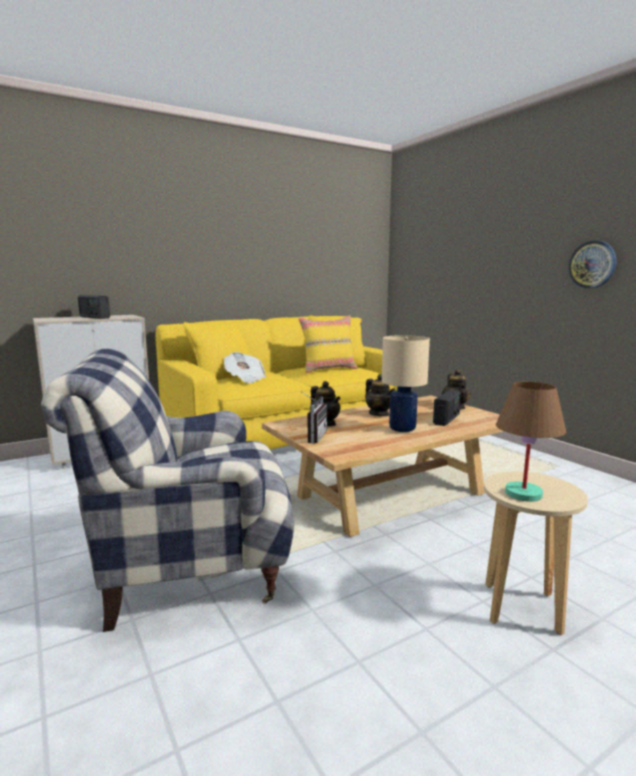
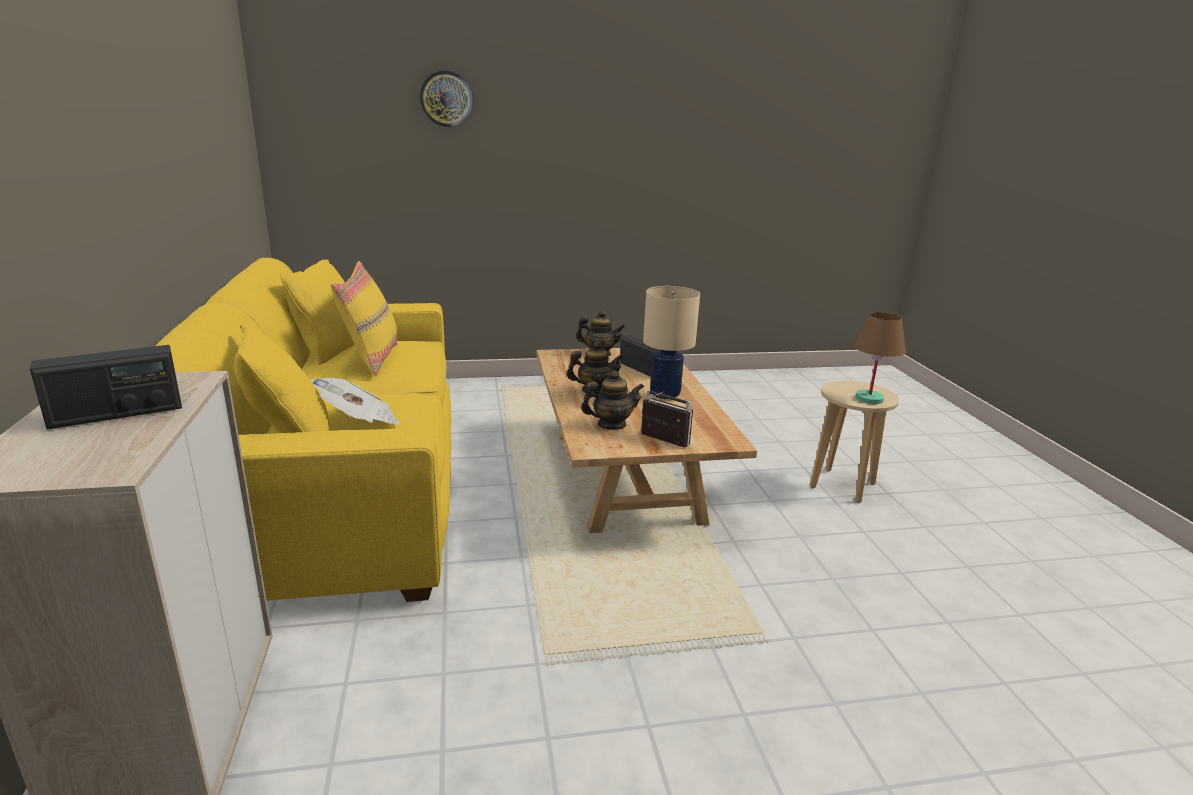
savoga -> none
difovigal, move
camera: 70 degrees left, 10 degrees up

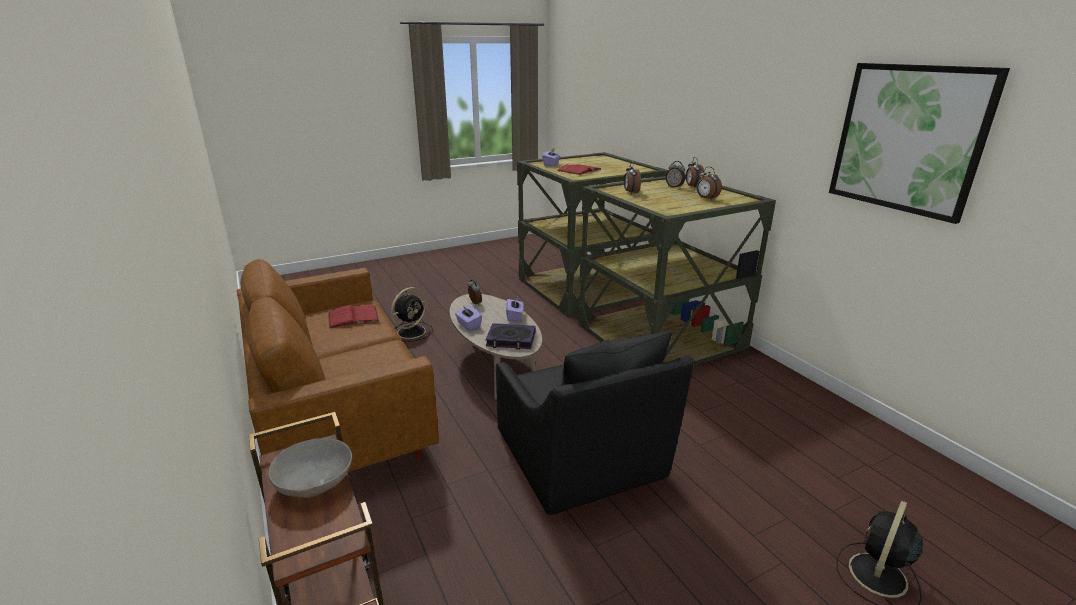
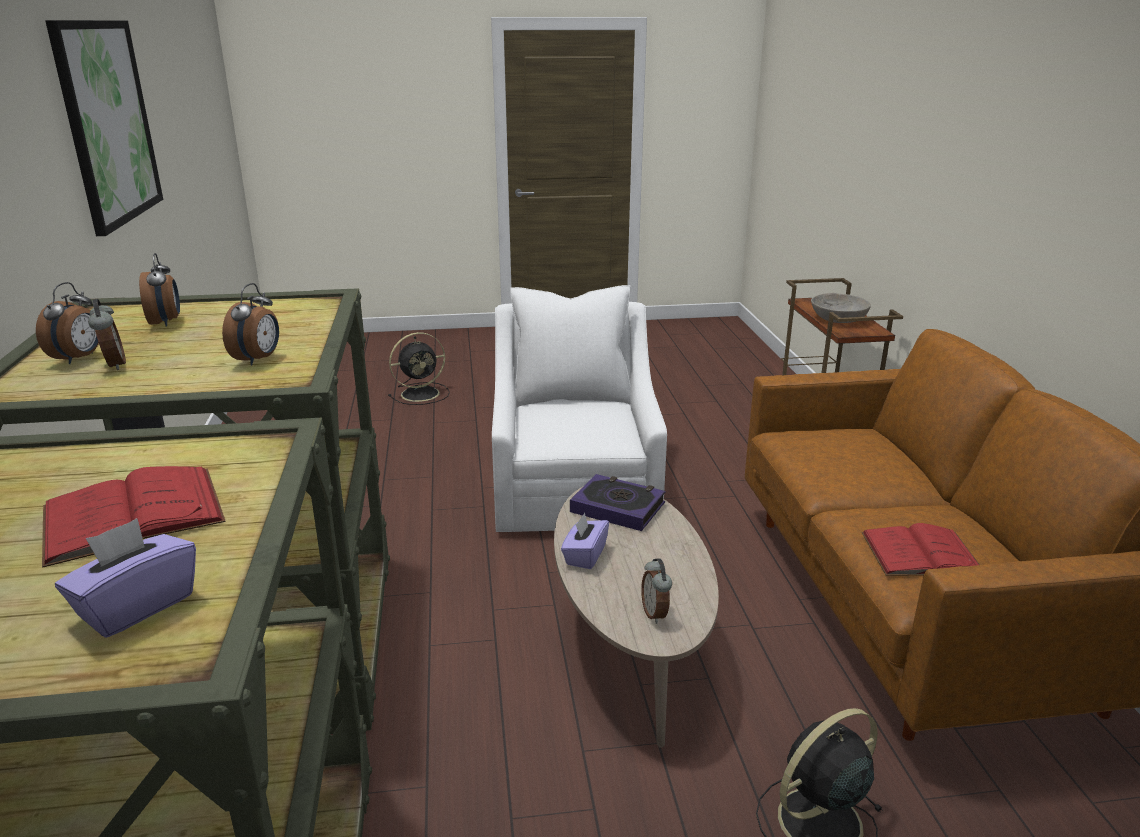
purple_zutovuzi (1st from left) -> none
black_savoga -> white_savoga
camera: 160 degrees left, 0 degrees up

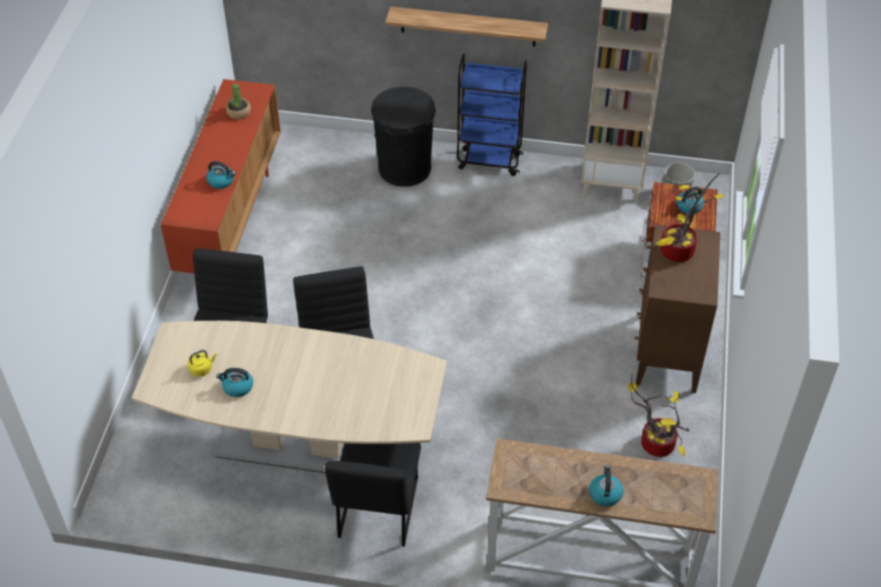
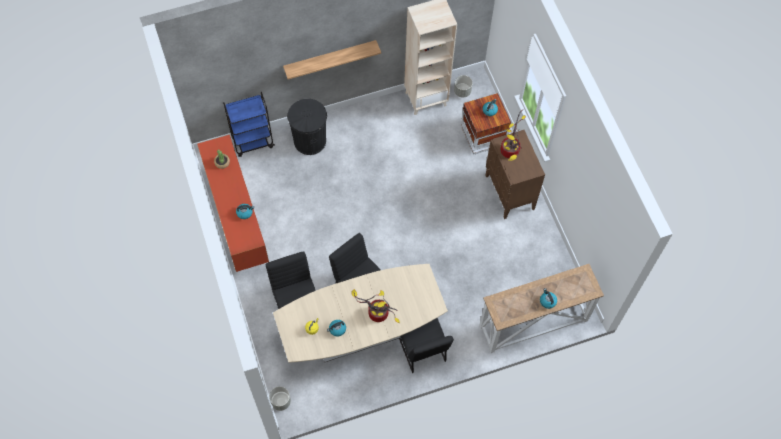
none -> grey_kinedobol (1st from left)
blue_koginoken, move
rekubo (2nd from left), move
camera: 30 degrees left, 15 degrees up

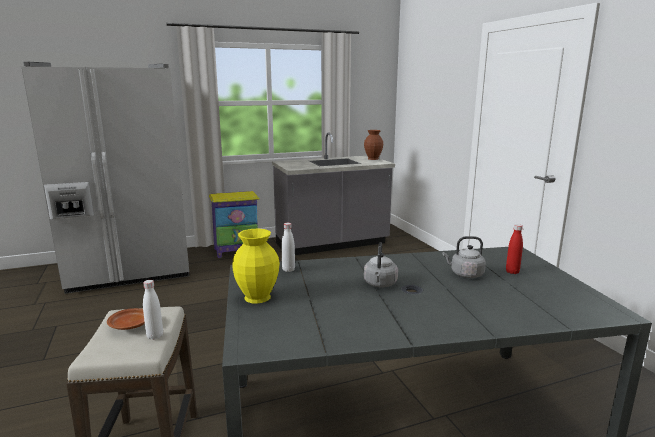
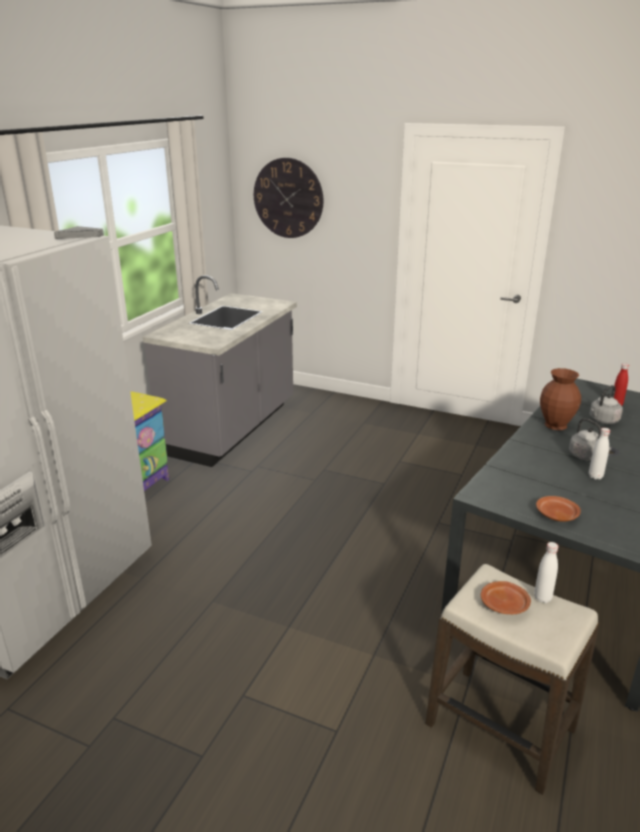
none -> difovigal
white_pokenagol (2nd from left), move
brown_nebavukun, move
yellow_nebavukun -> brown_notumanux (2nd from left)
camera: 45 degrees left, 10 degrees up

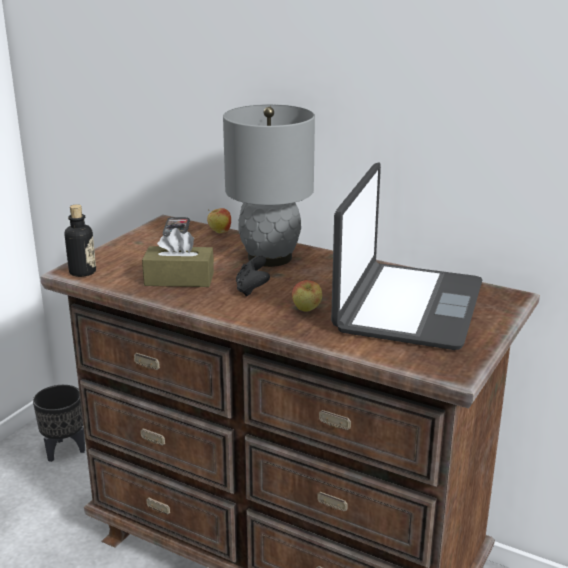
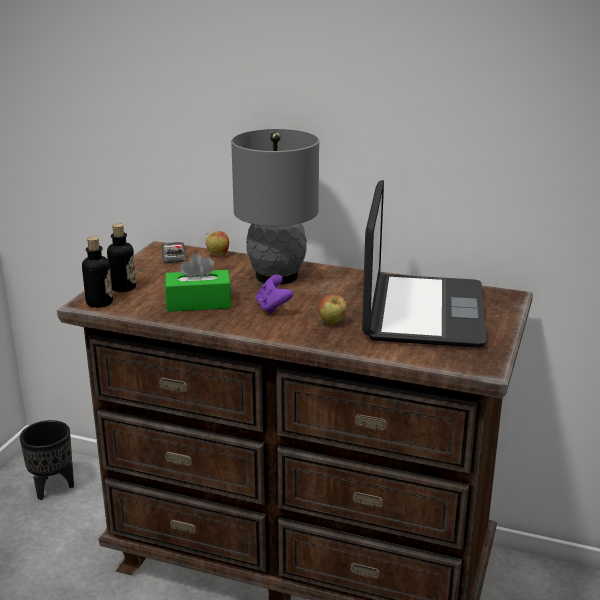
none -> pokenagol (2nd from left)
brown_zutovuzi -> green_zutovuzi
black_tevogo -> purple_tevogo
camera: 10 degrees left, 0 degrees up

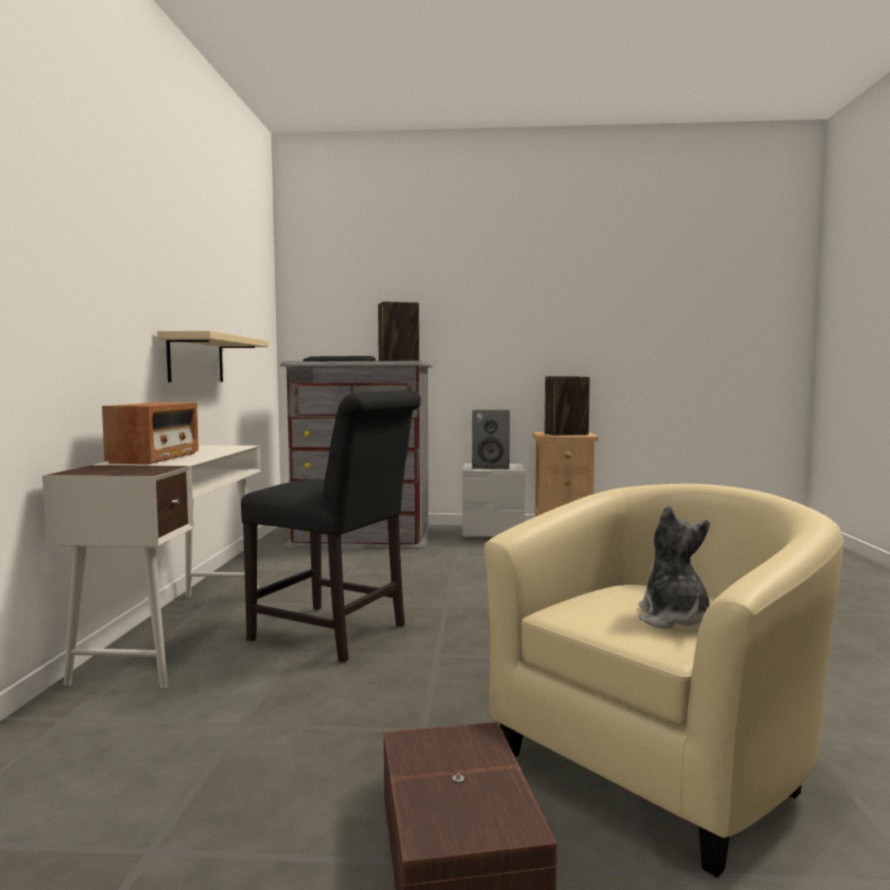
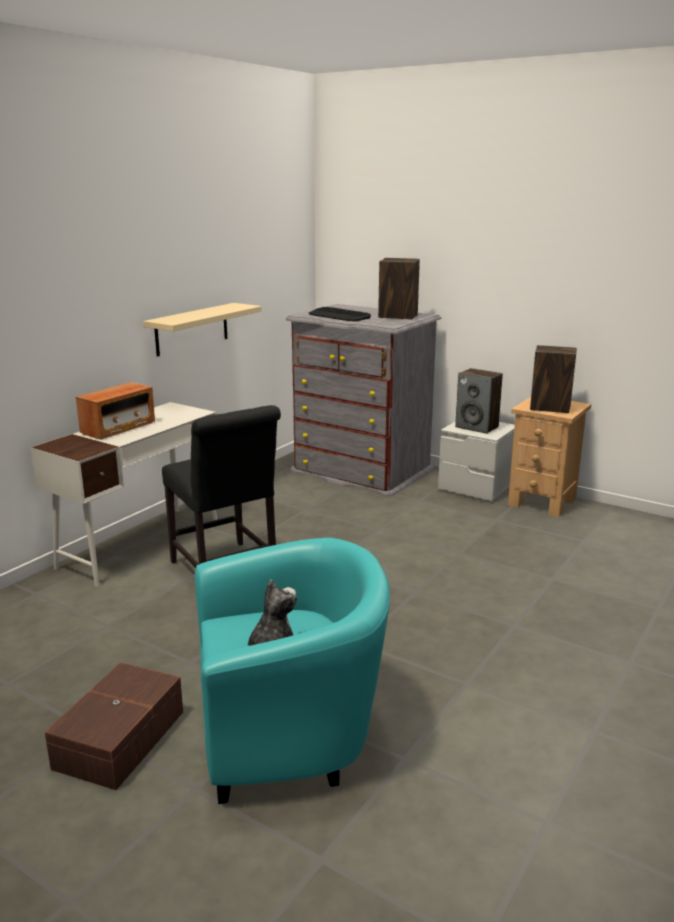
beige_savoga -> turquoise_savoga
camera: 30 degrees right, 15 degrees up

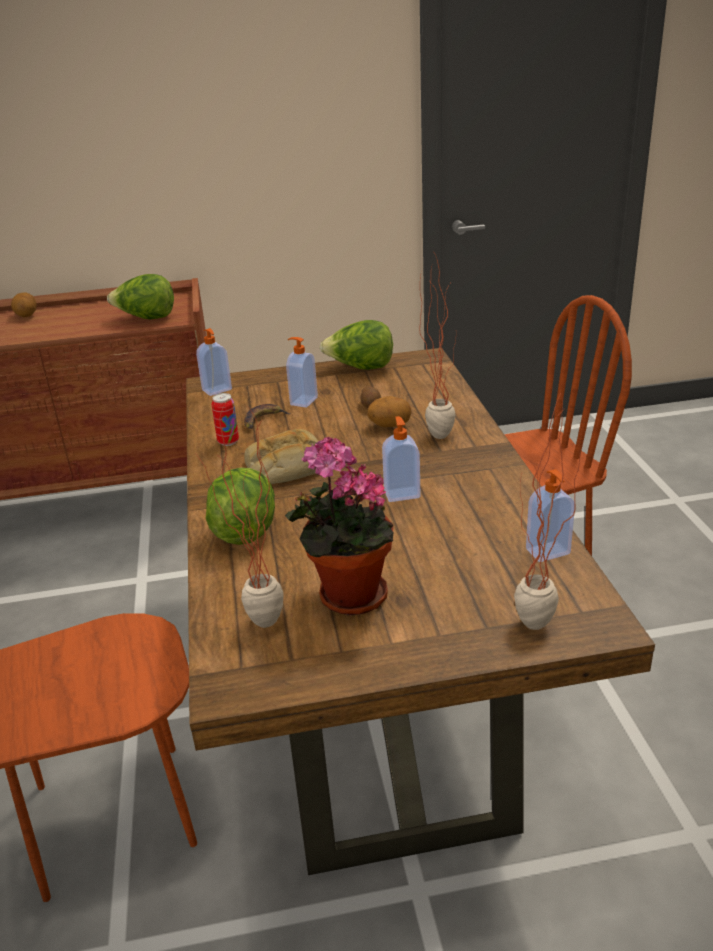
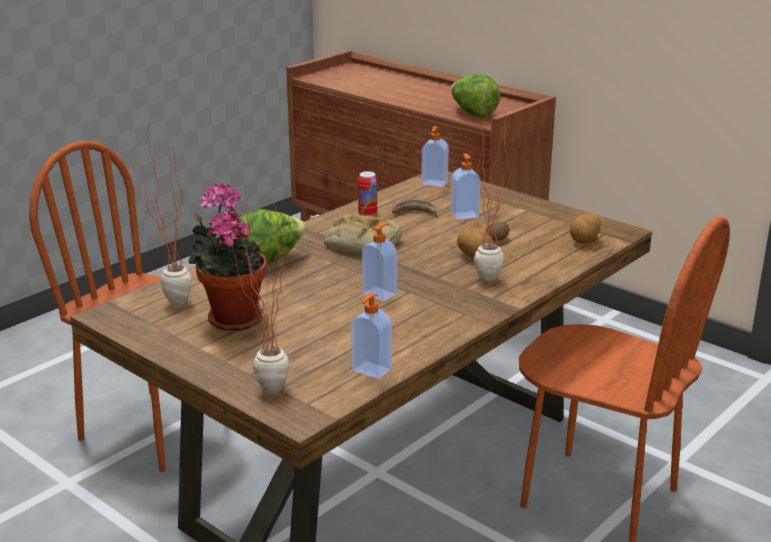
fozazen (3rd from left) -> none
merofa (1st from left in the first image) -> merofa (3rd from left), move
camera: 50 degrees right, 5 degrees down

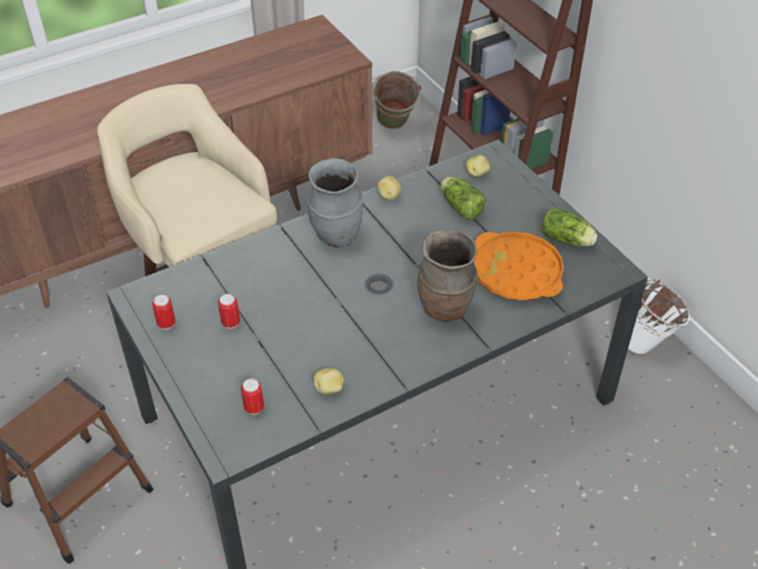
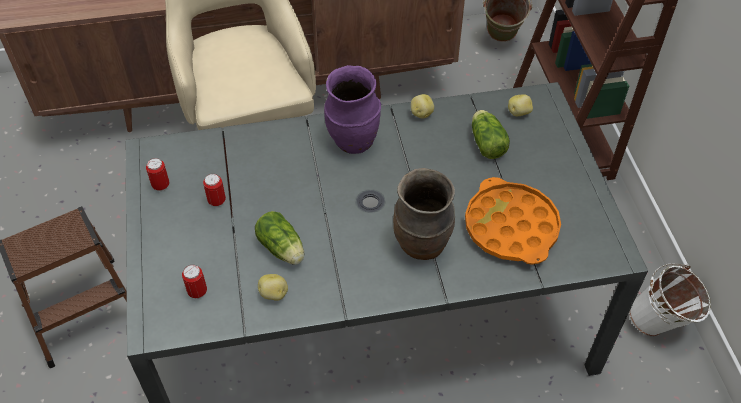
fozazen (2nd from left in the first image) -> fozazen (1st from left), move
grey_nebavukun -> purple_nebavukun
camera: 20 degrees right, 5 degrees up

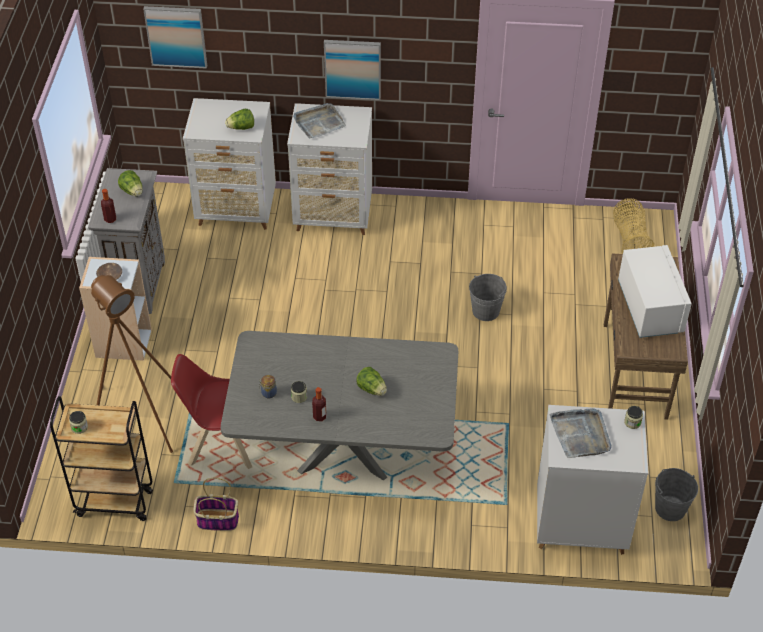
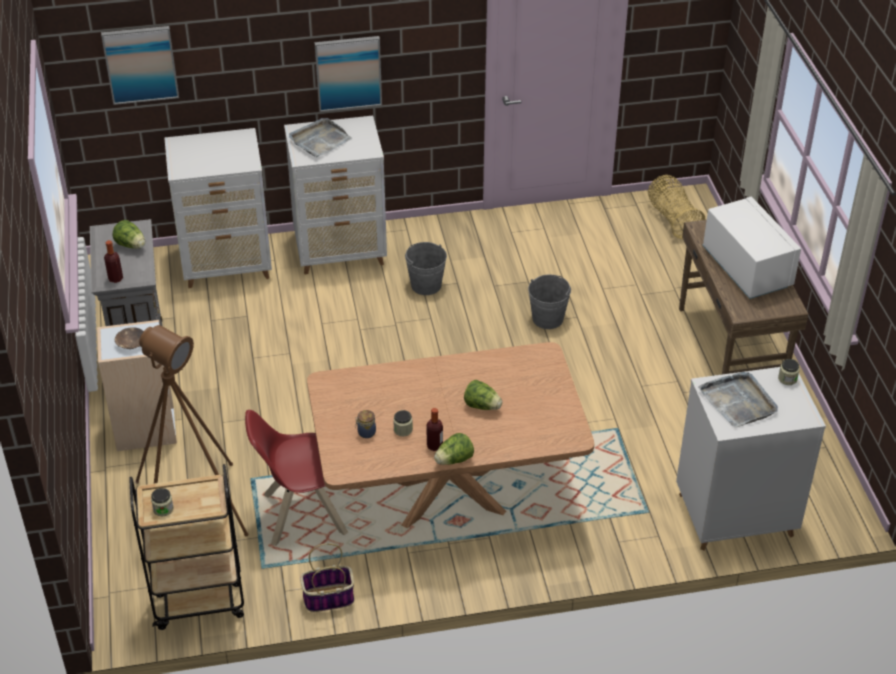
fozazen (2nd from left), move
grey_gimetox (2nd from left in the first image) -> grey_gimetox (1st from left), move
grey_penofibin -> brown_penofibin
camera: 15 degrees left, 5 degrees down

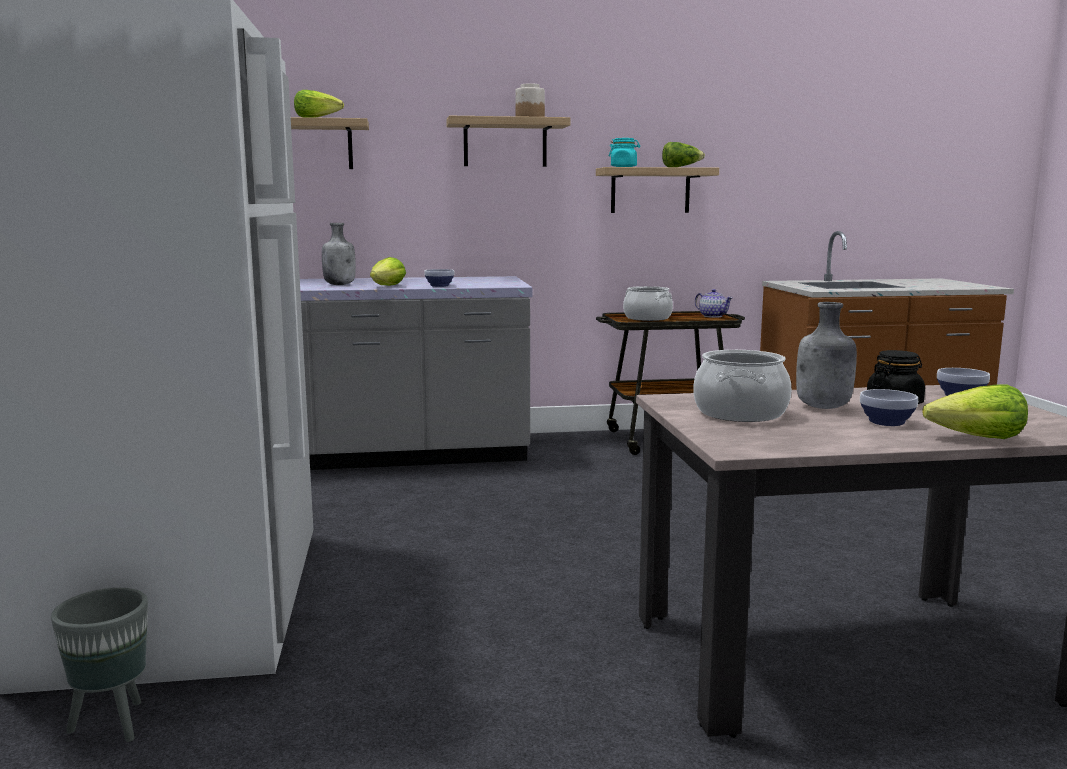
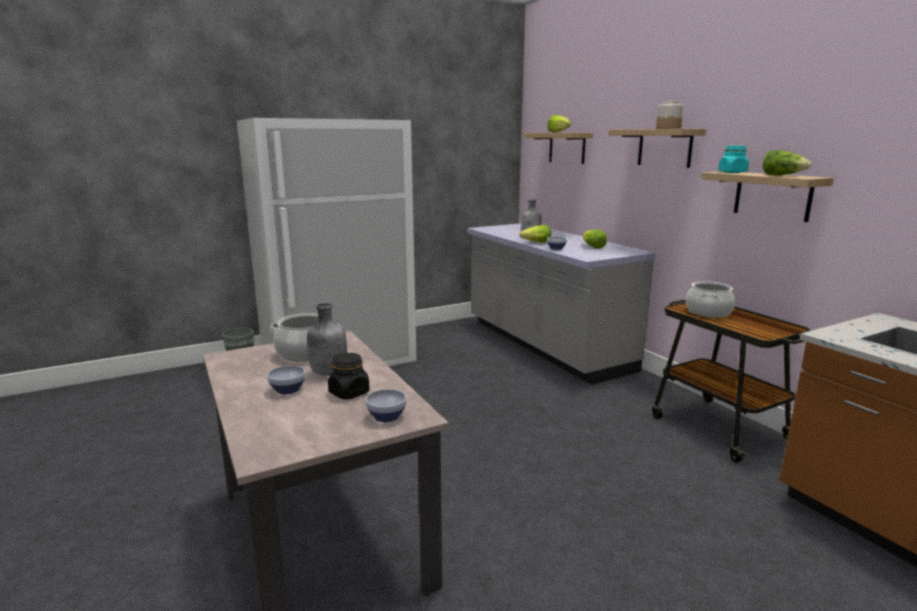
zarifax -> none
fozazen (4th from left in the first image) -> fozazen (3rd from left), move
camera: 70 degrees right, 5 degrees up

